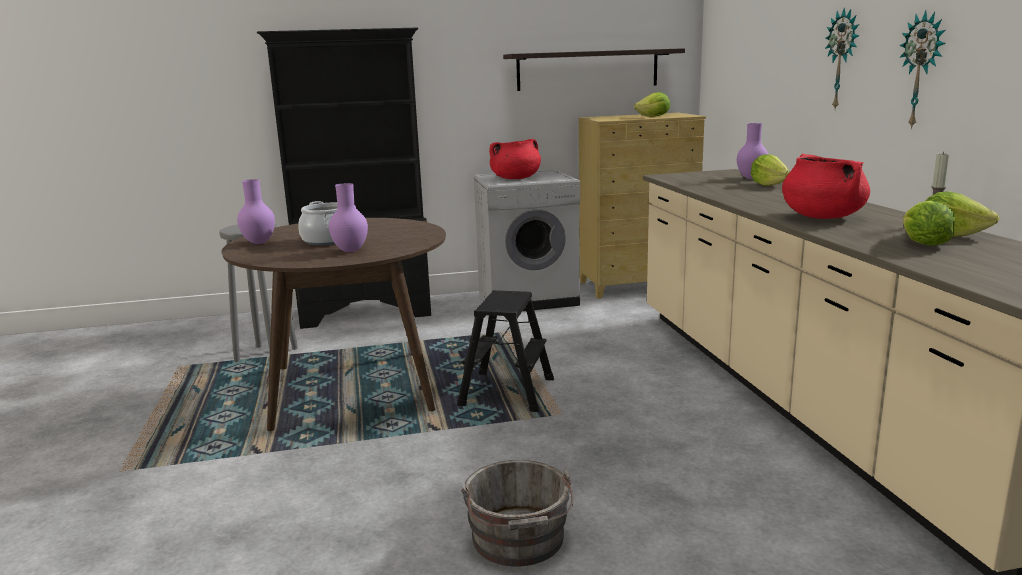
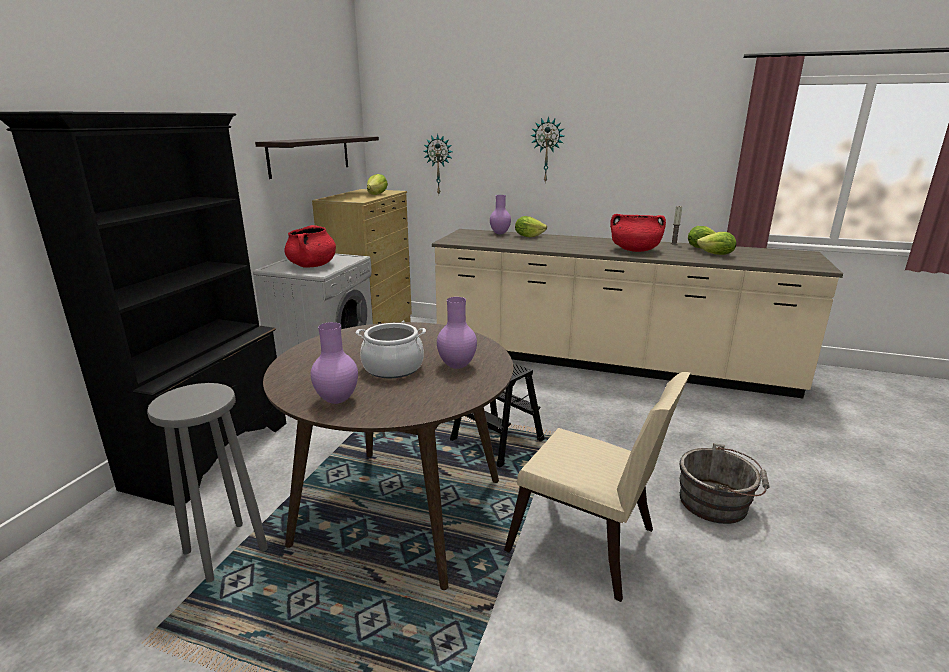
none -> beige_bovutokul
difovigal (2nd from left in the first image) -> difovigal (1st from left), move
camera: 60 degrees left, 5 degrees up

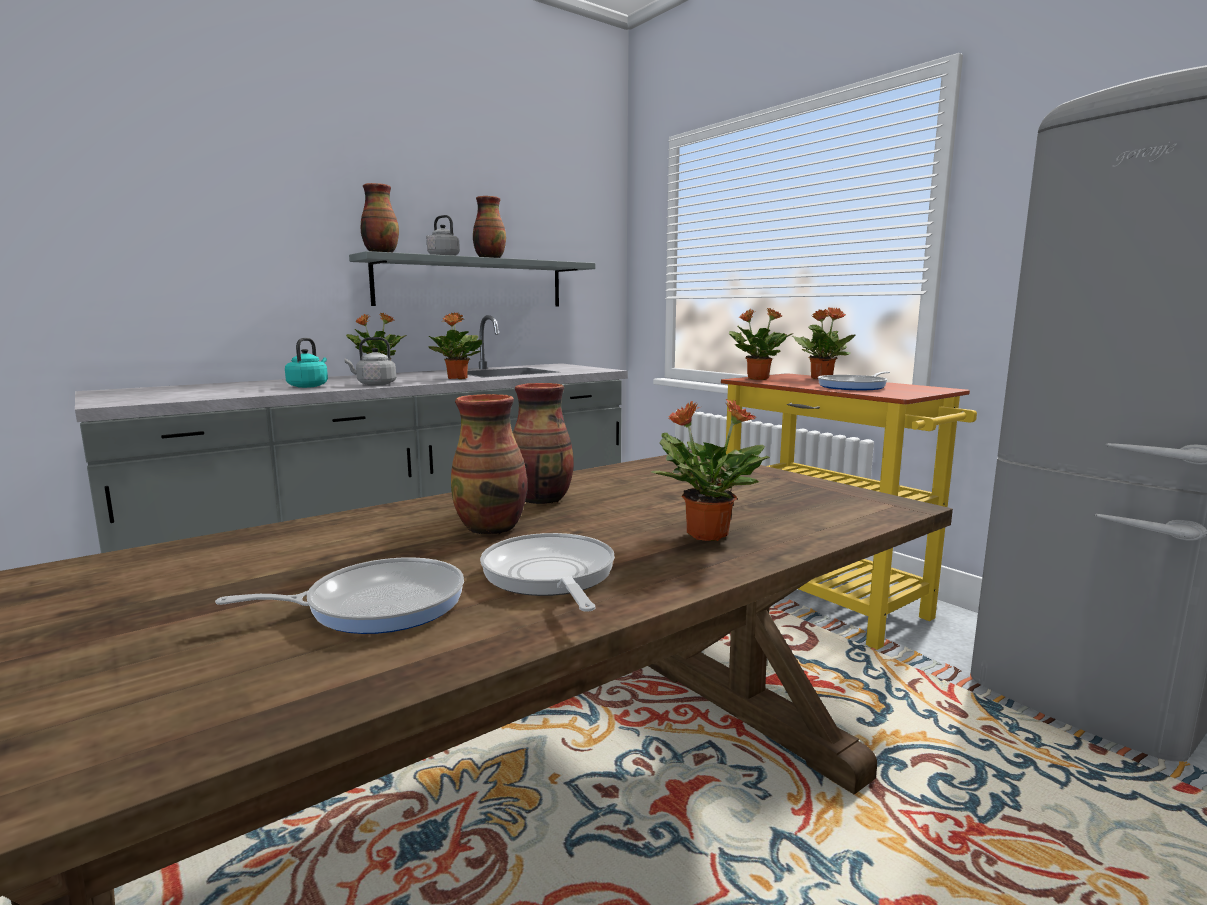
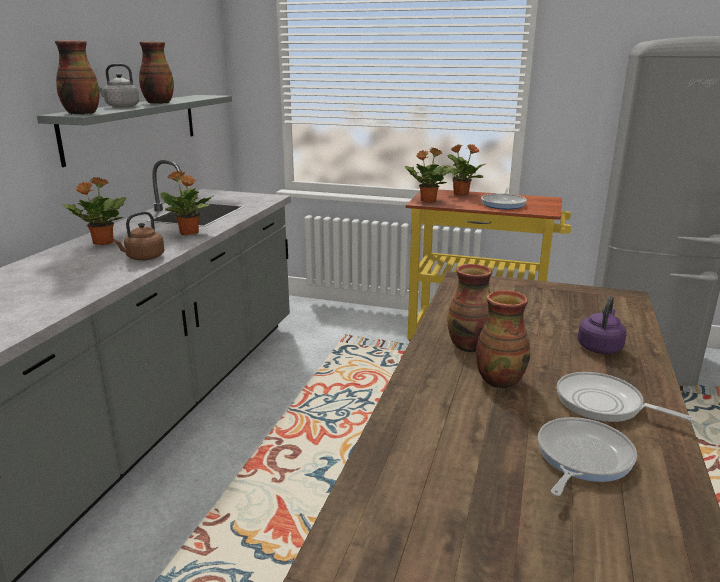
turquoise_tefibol -> none
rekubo (3rd from left) -> purple_tefibol
grey_tefibol (1st from left) -> brown_tefibol
camera: 35 degrees left, 10 degrees up

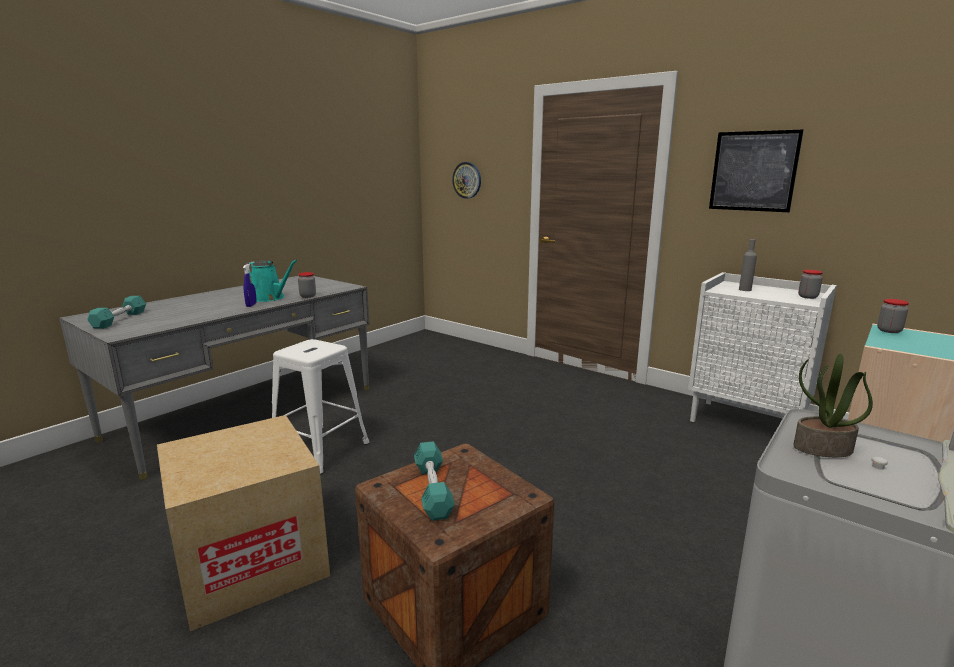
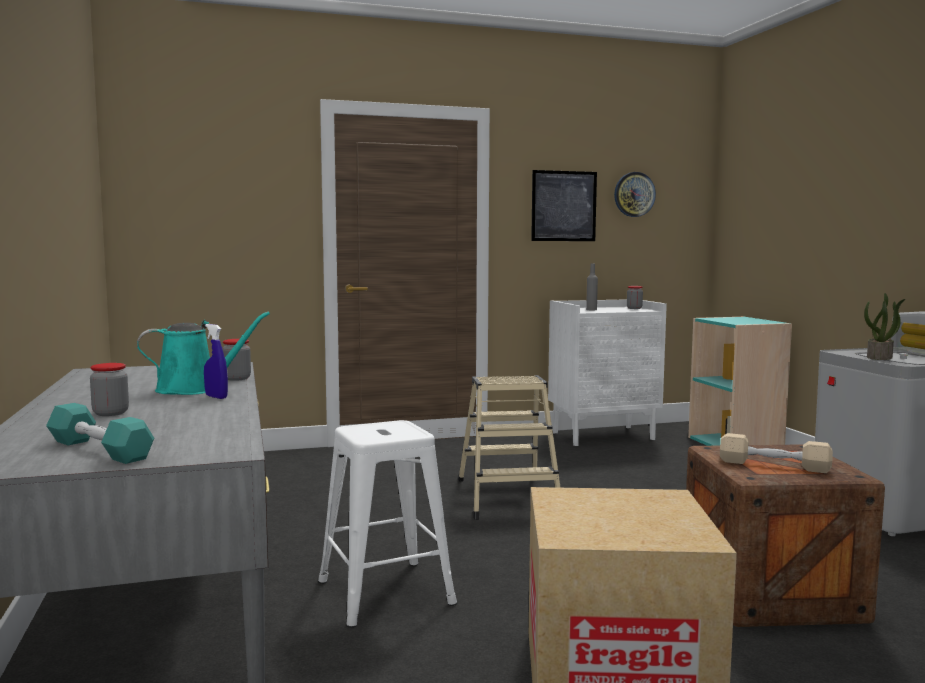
none -> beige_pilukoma
difovigal, move
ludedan (3rd from left in the first image) -> ludedan (1st from left), move
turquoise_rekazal (2nd from left) -> beige_rekazal
camera: 55 degrees left, 10 degrees down

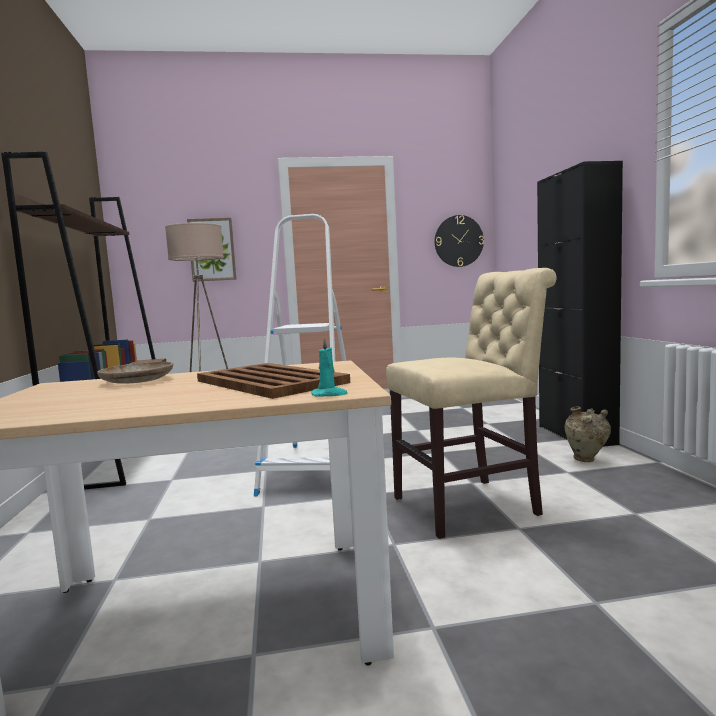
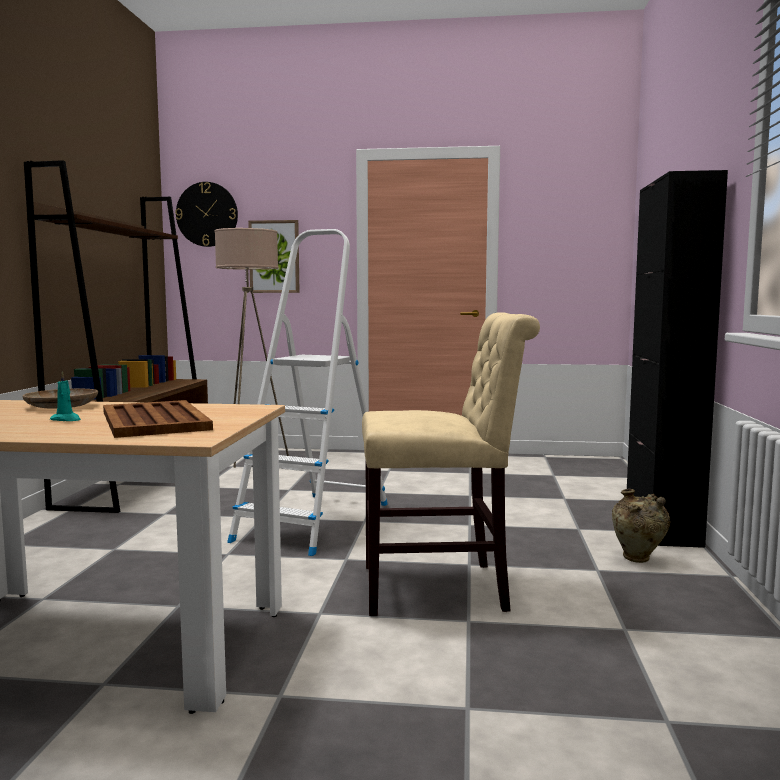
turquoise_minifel, move
difovigal, move
camera: 15 degrees right, 0 degrees up

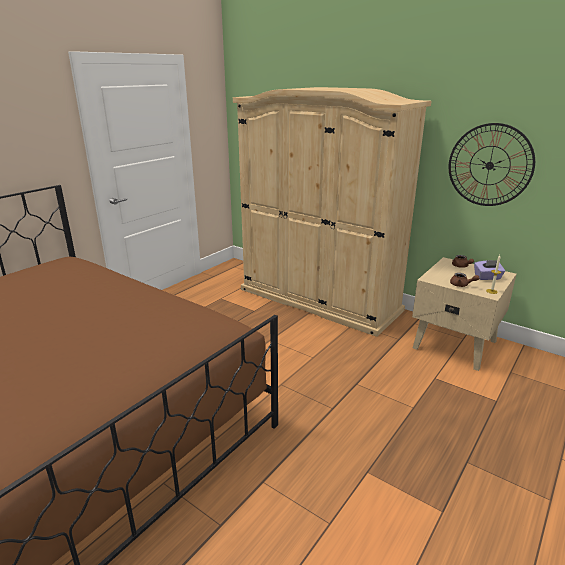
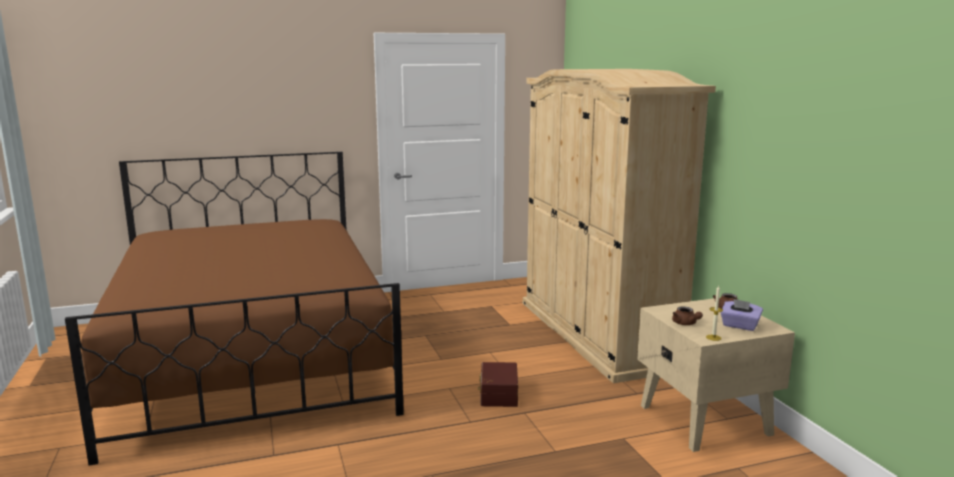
difovigal -> none
none -> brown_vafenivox
camera: 35 degrees right, 10 degrees down

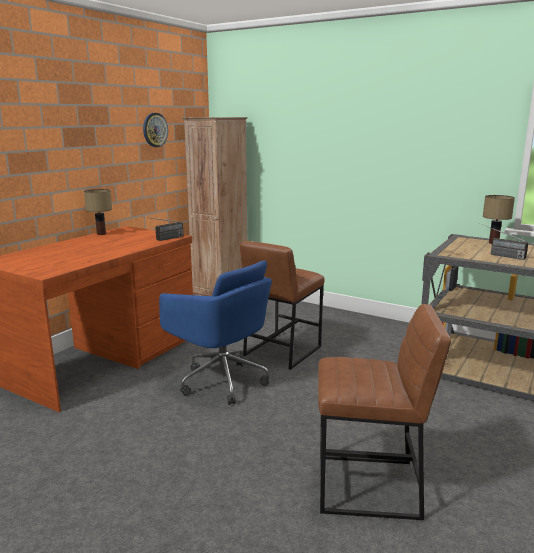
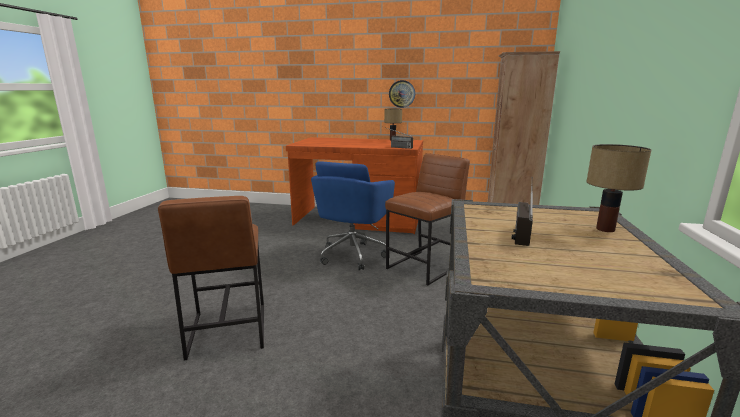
difovigal, move
brown_bovutokul (1st from left in the first image) -> brown_bovutokul (2nd from left), 120 degrees clockwise
camera: 70 degrees right, 0 degrees up

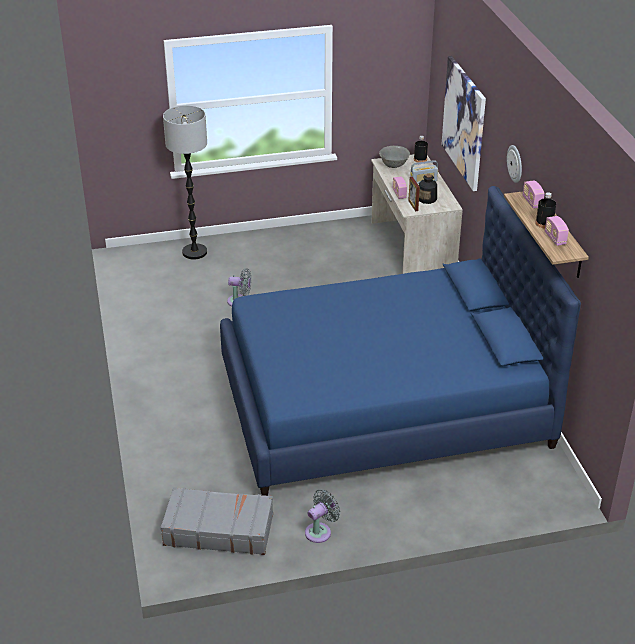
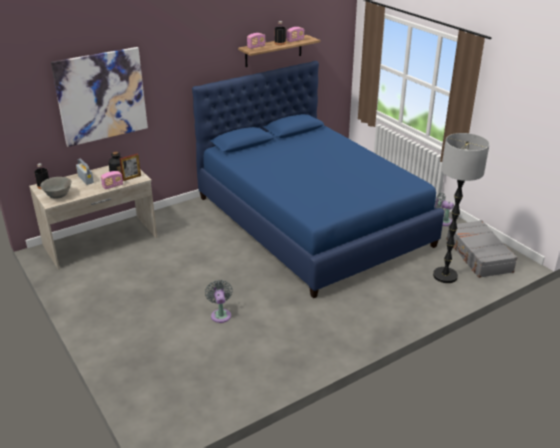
difovigal -> none
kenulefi, move
camera: 110 degrees left, 5 degrees down

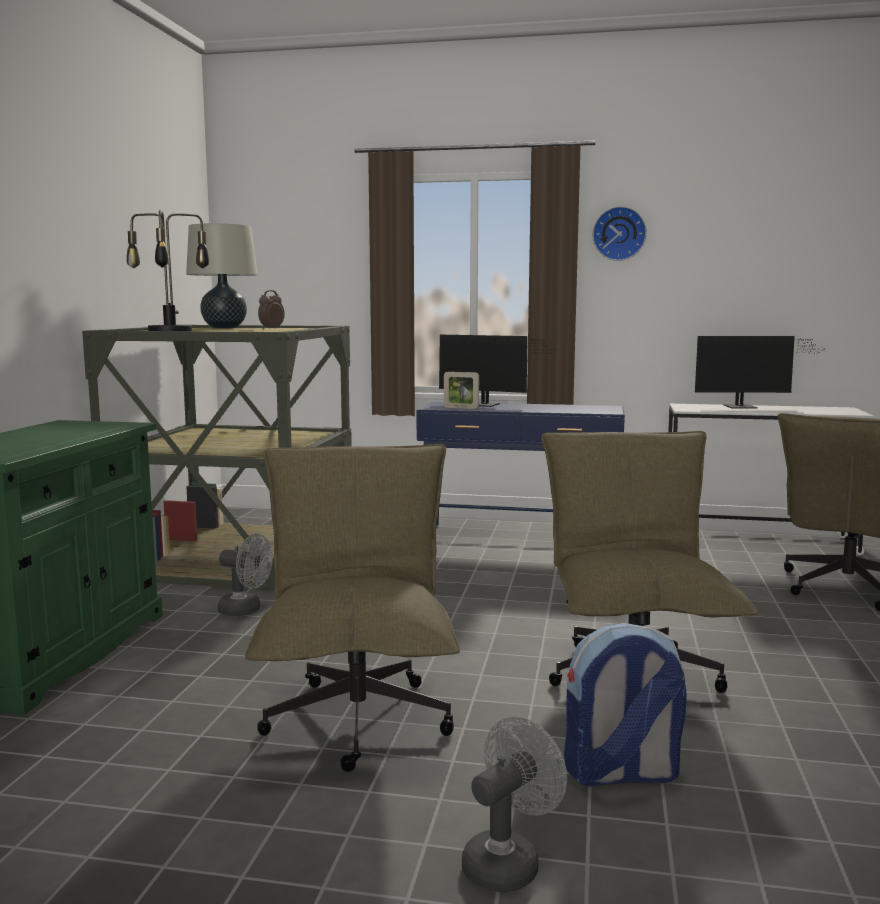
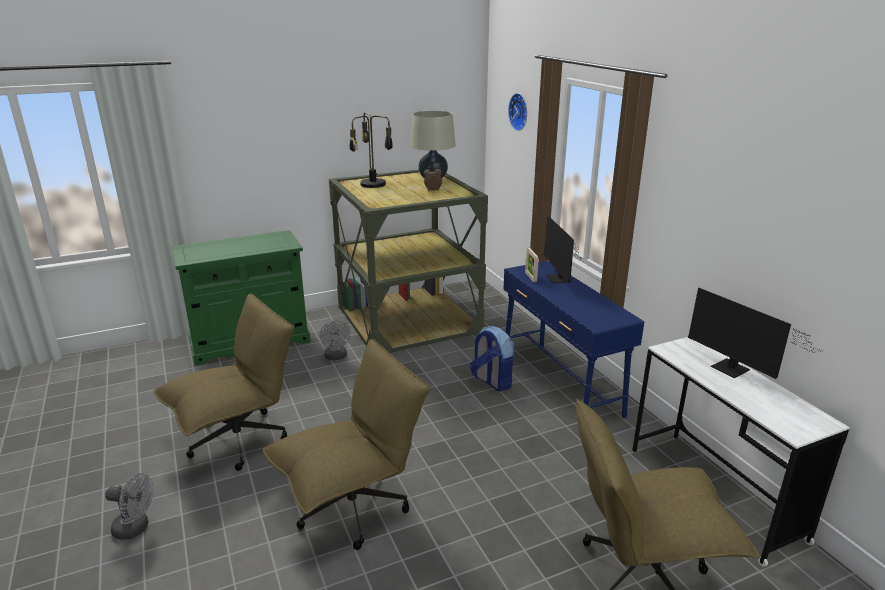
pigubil, move
difovigal, move
camera: 55 degrees right, 15 degrees up

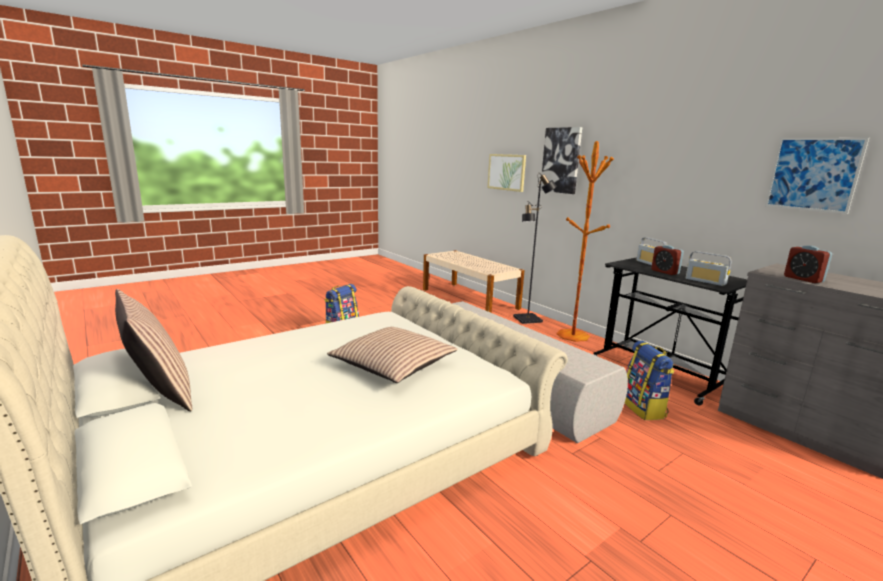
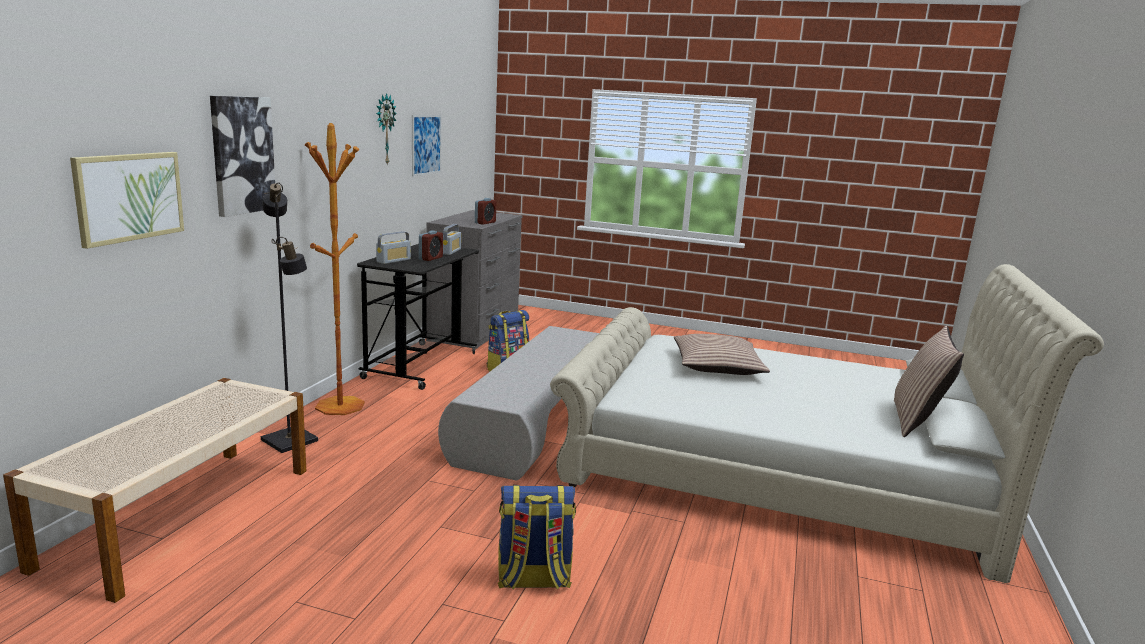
none -> difovigal
camera: 125 degrees left, 0 degrees up

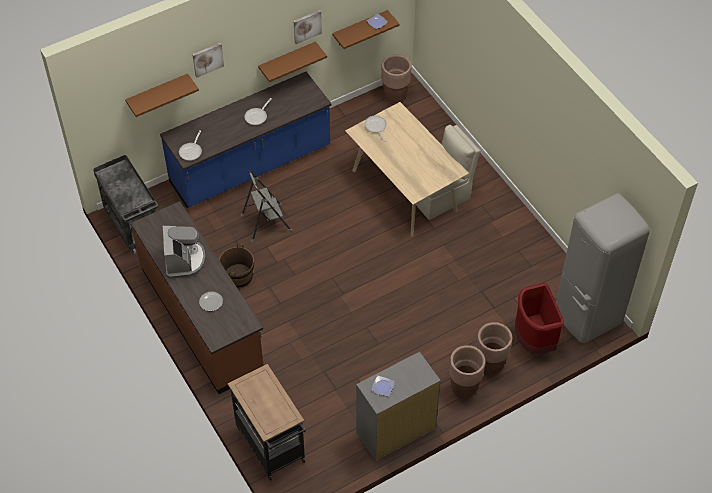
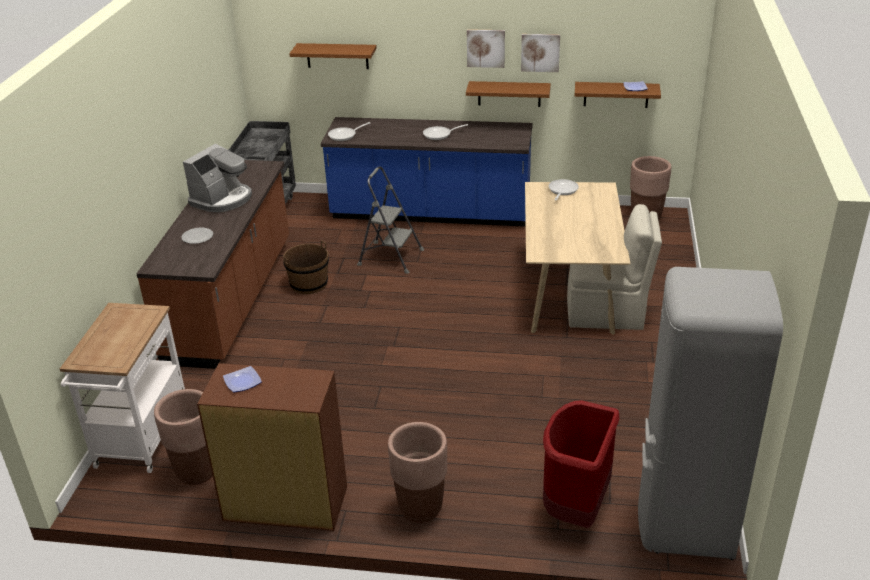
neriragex (1st from left), move
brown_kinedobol (3rd from left in the first image) -> brown_kinedobol (1st from left), move
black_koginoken (2nd from left) -> white_koginoken
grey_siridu -> brown_siridu
camera: 40 degrees right, 20 degrees down

